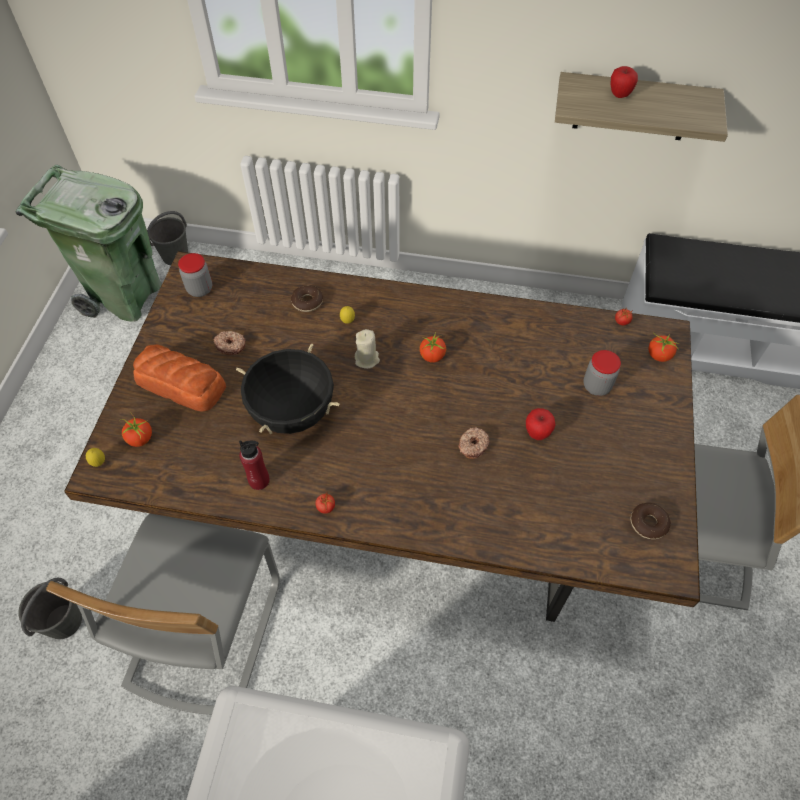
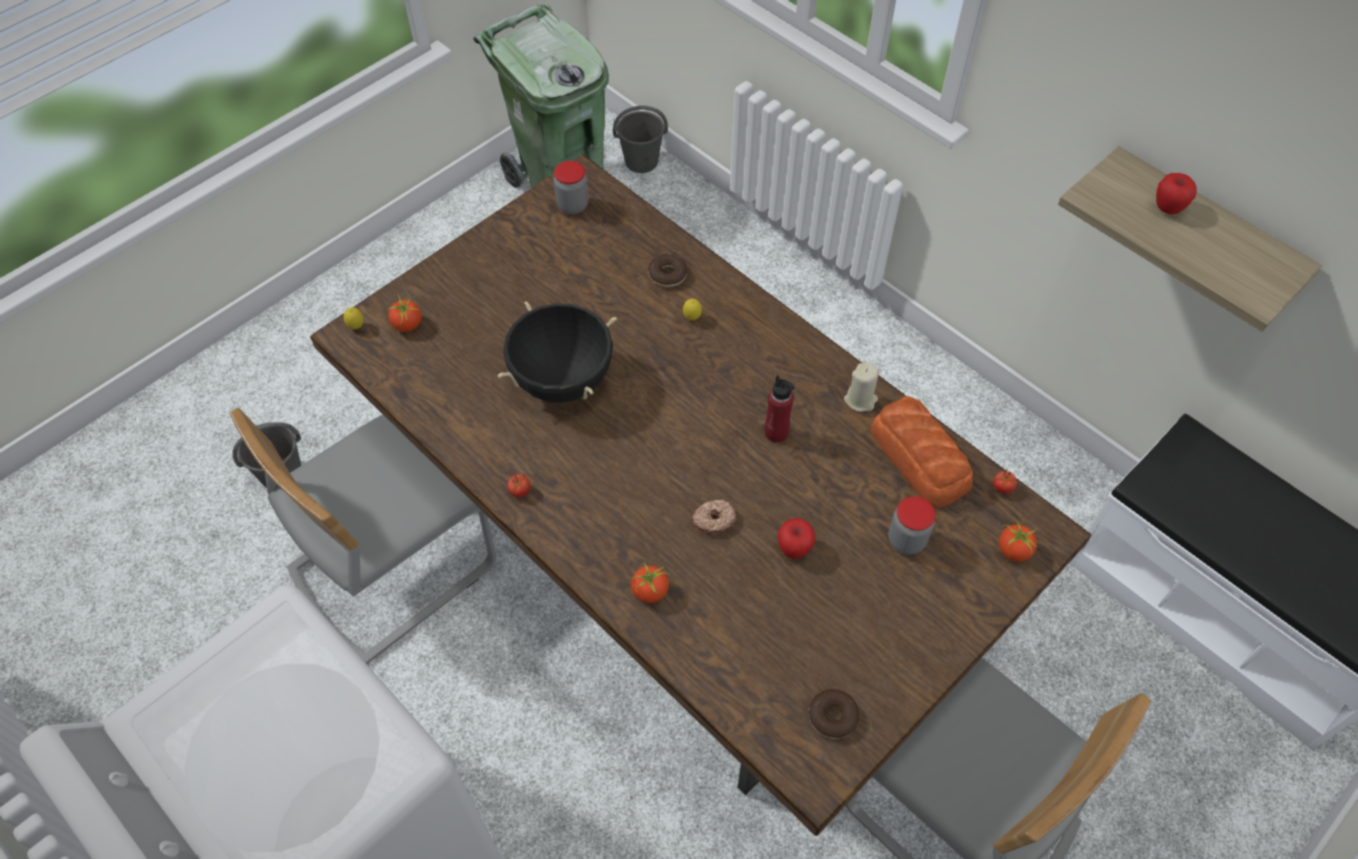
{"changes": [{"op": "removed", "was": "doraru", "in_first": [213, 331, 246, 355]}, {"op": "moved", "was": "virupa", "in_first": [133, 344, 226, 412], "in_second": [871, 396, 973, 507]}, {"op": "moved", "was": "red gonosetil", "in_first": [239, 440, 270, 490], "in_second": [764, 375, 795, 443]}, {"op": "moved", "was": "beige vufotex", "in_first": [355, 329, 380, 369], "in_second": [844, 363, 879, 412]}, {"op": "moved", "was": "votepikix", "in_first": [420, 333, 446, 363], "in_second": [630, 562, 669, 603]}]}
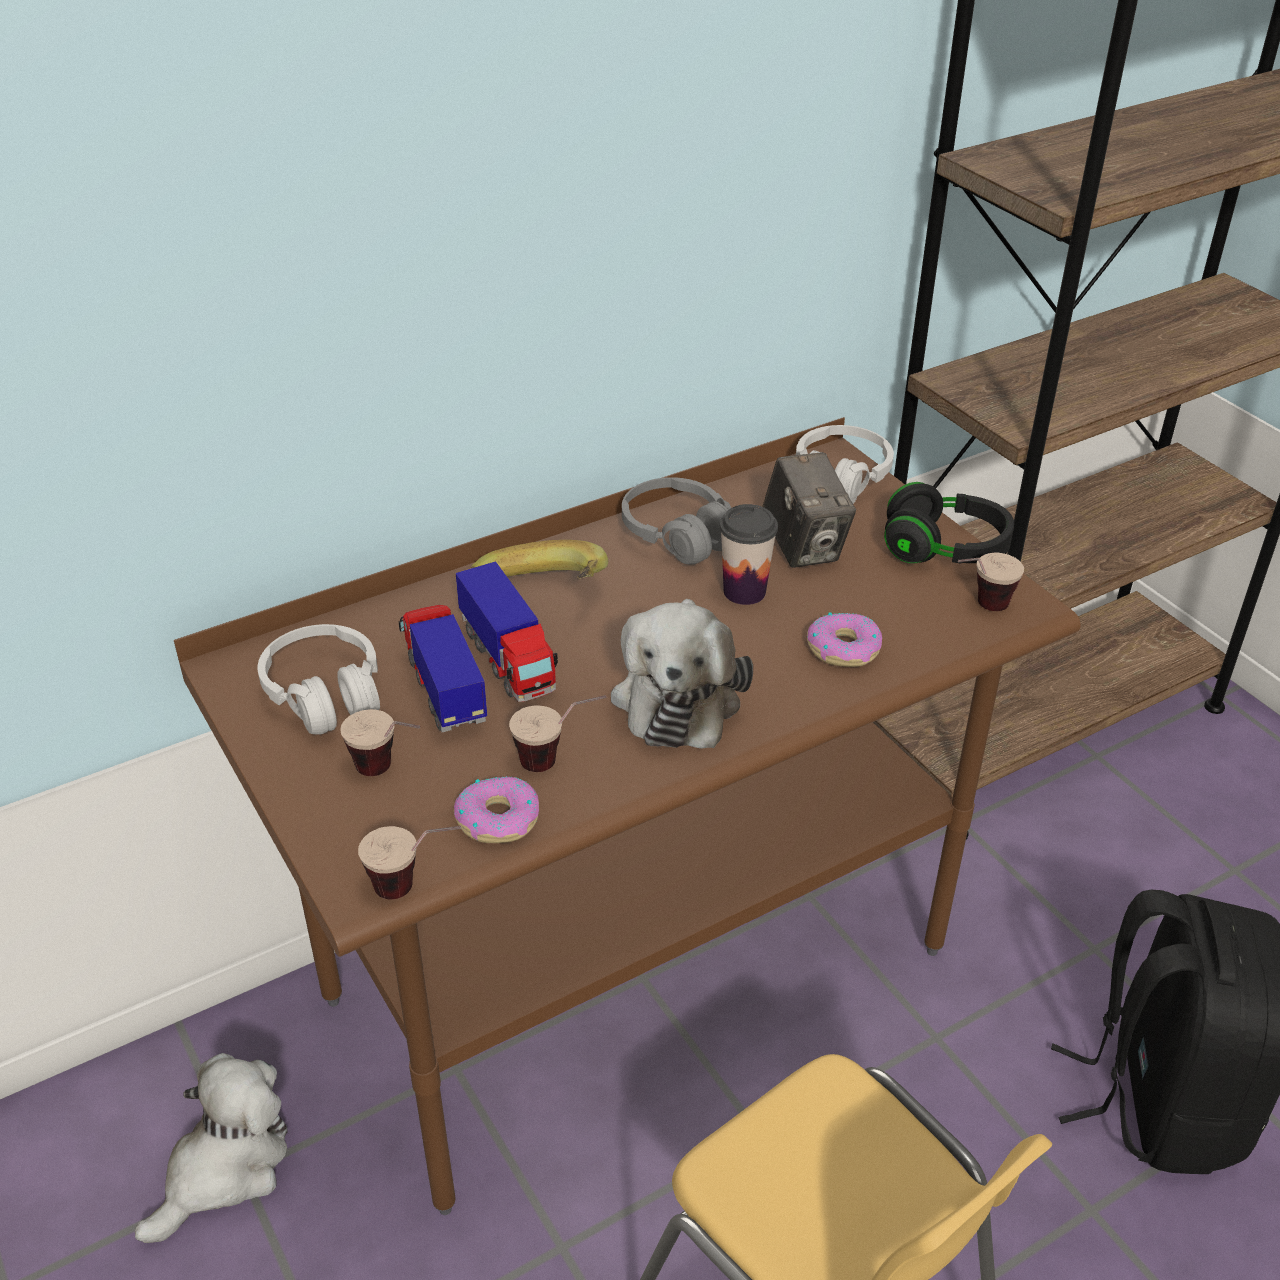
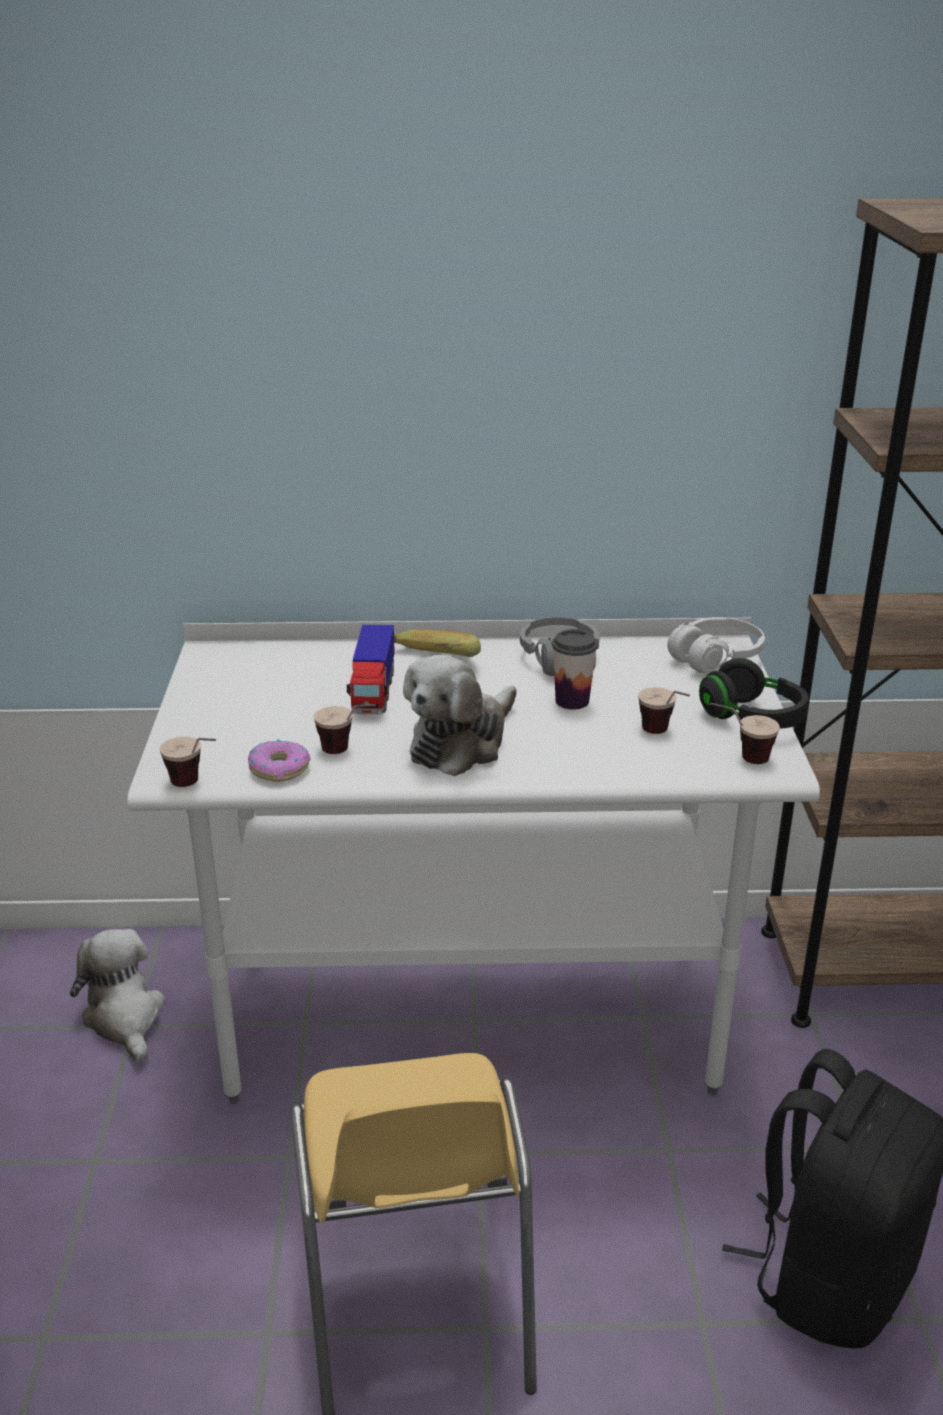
{"changes": [{"op": "removed", "was": "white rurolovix", "in_first": [258, 624, 380, 734]}, {"op": "removed", "was": "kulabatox", "in_first": [399, 605, 487, 732]}, {"op": "removed", "was": "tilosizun", "in_first": [762, 452, 856, 568]}, {"op": "removed", "was": "doraru", "in_first": [807, 612, 882, 667]}, {"op": "moved", "was": "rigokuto", "in_first": [340, 709, 420, 776], "in_second": [638, 687, 690, 734]}, {"op": "recoloured", "was": "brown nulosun", "now": "white nulosun", "in_first": [174, 417, 1081, 1215], "in_second": [128, 618, 820, 1104]}, {"op": "turned", "was": "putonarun", "in_first": [135, 1053, 288, 1243], "in_second": [70, 929, 165, 1063], "clockwise": -90}]}
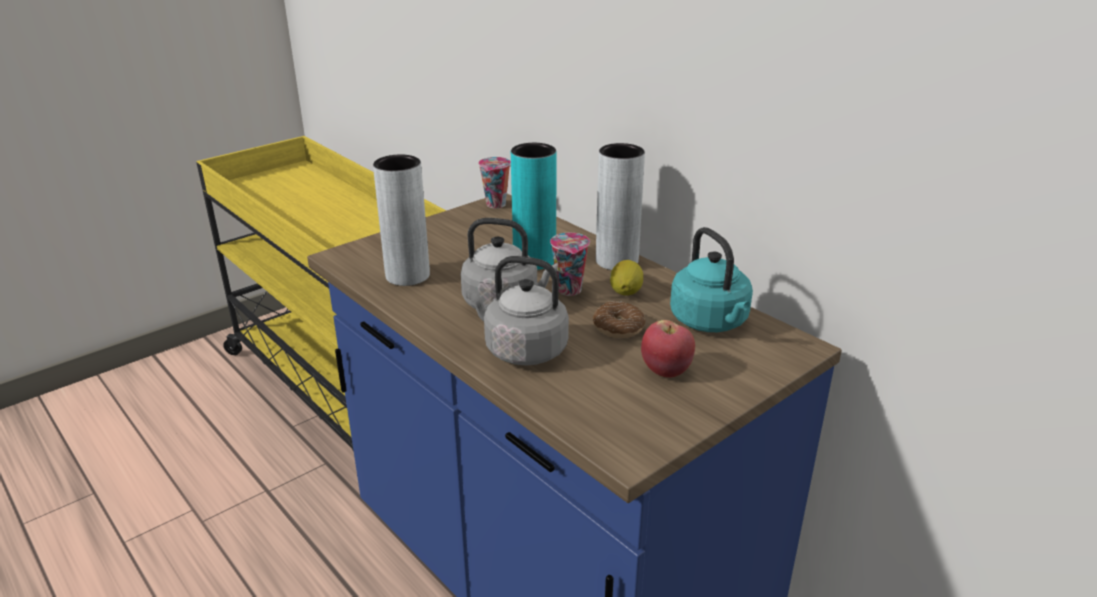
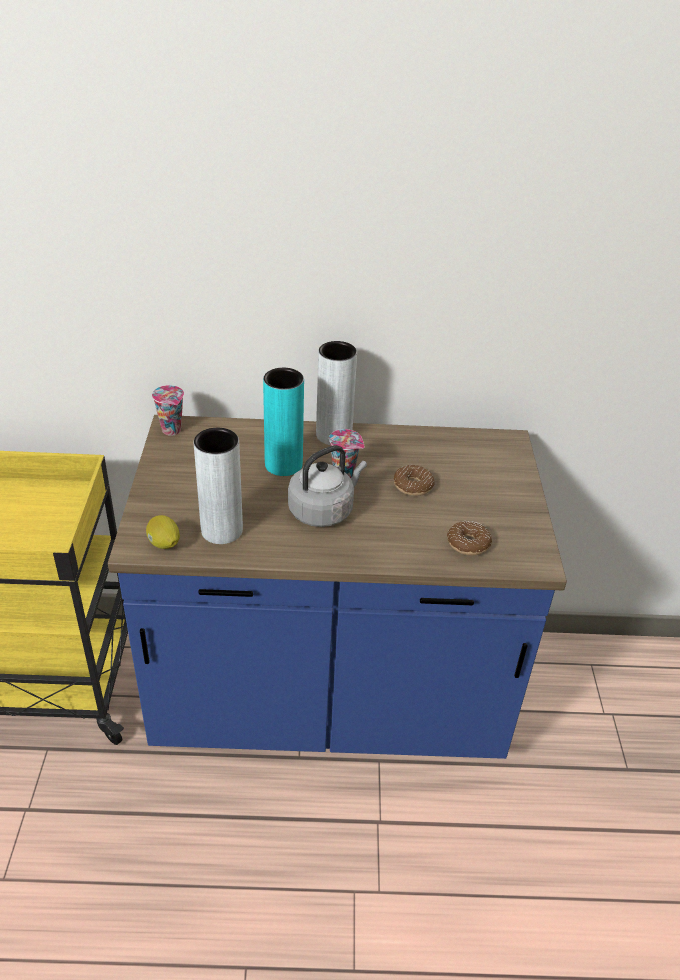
{"changes": [{"op": "removed", "was": "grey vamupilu", "in_first": [466, 256, 569, 366]}, {"op": "removed", "was": "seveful", "in_first": [641, 320, 695, 378]}, {"op": "removed", "was": "turquoise vamupilu", "in_first": [670, 227, 753, 332]}, {"op": "added", "now": "doraru", "in_second": [447, 521, 492, 556]}, {"op": "moved", "was": "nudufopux", "in_first": [610, 260, 643, 296], "in_second": [146, 515, 180, 549]}]}
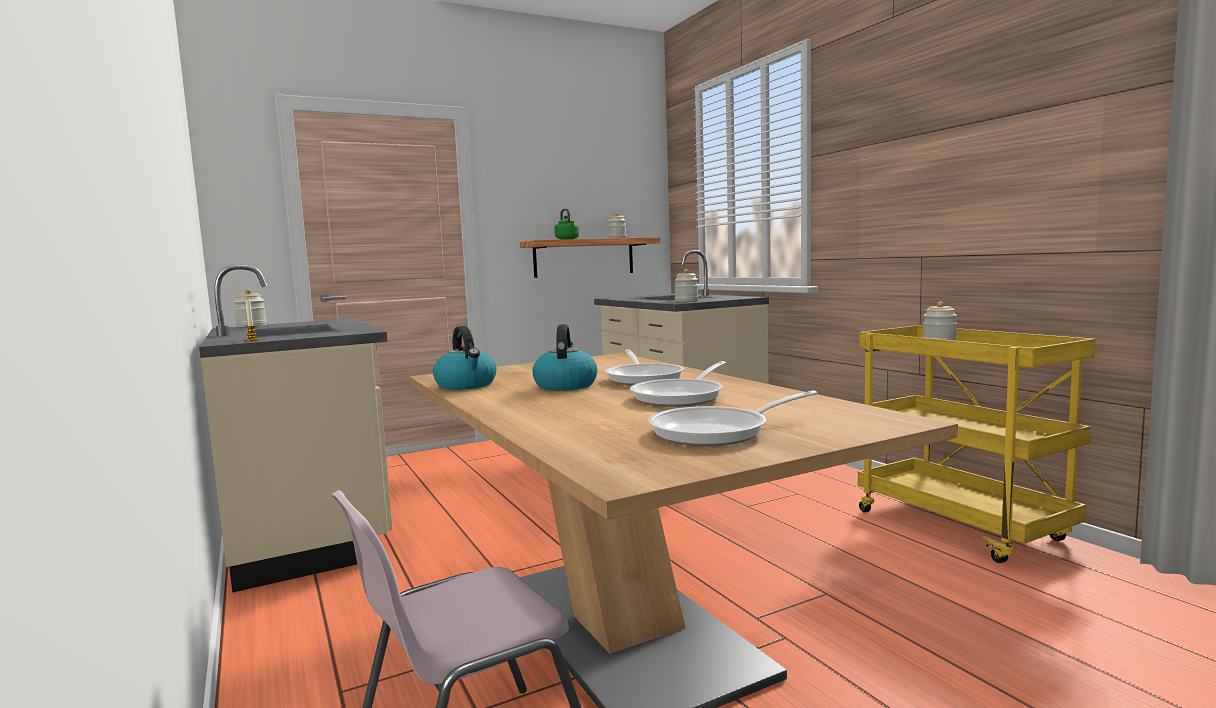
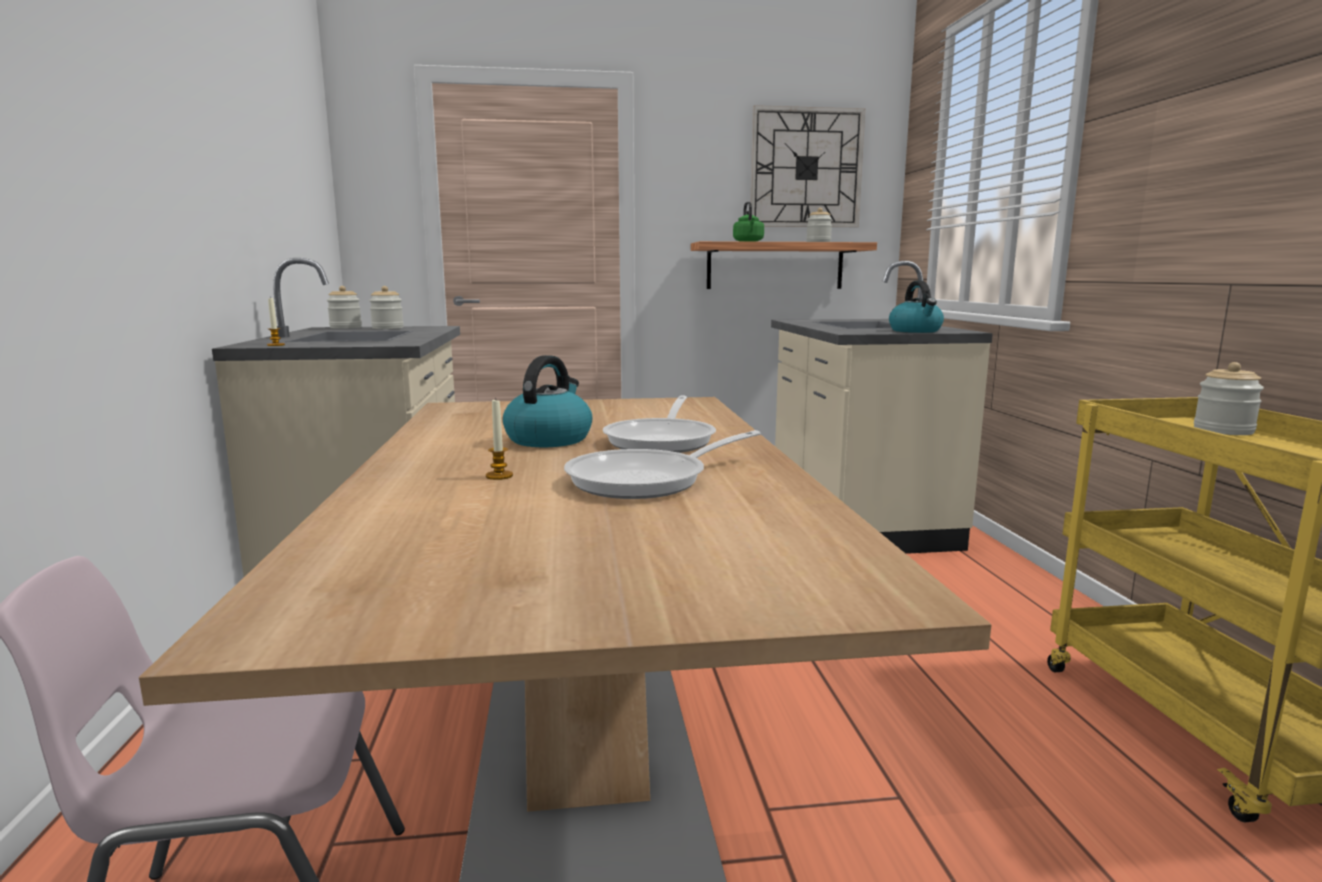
{"changes": [{"op": "removed", "was": "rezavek", "in_first": [648, 390, 818, 446]}, {"op": "added", "now": "vufotex", "in_second": [486, 400, 513, 480]}, {"op": "added", "now": "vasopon", "in_second": [750, 105, 865, 227]}, {"op": "moved", "was": "vamupilu", "in_first": [433, 326, 497, 390], "in_second": [889, 280, 944, 333]}, {"op": "moved", "was": "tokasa", "in_first": [674, 269, 698, 302], "in_second": [369, 286, 404, 329]}]}
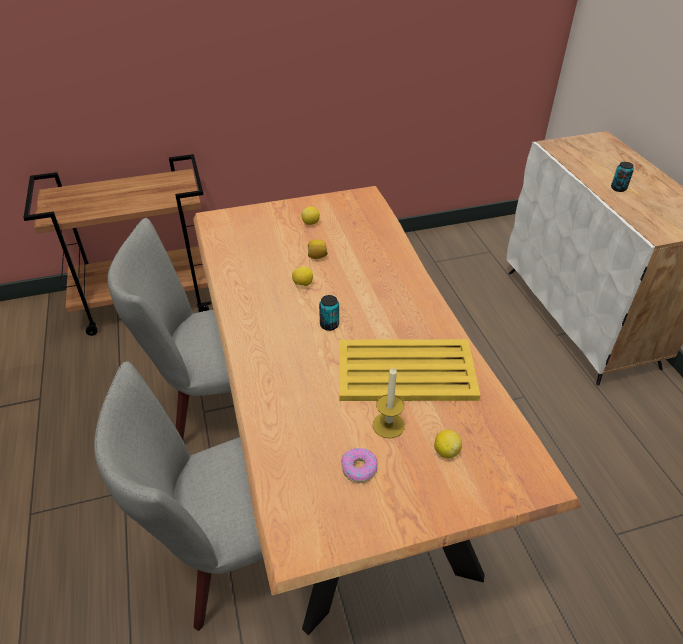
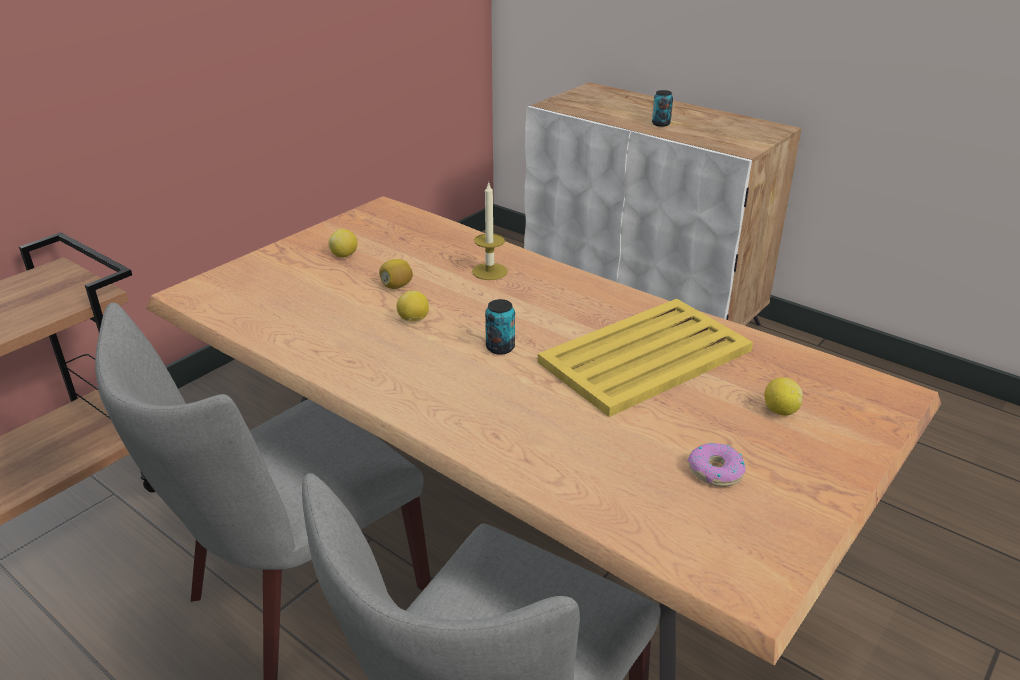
{"changes": [{"op": "moved", "was": "vufotex", "in_first": [373, 365, 405, 438], "in_second": [472, 183, 508, 280]}]}
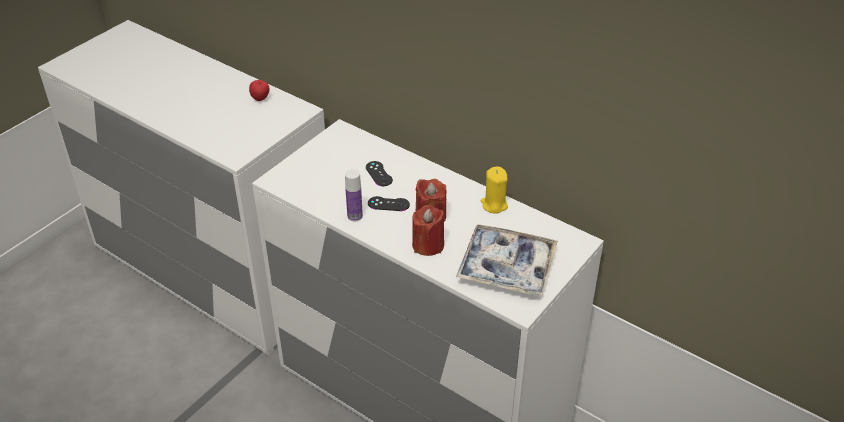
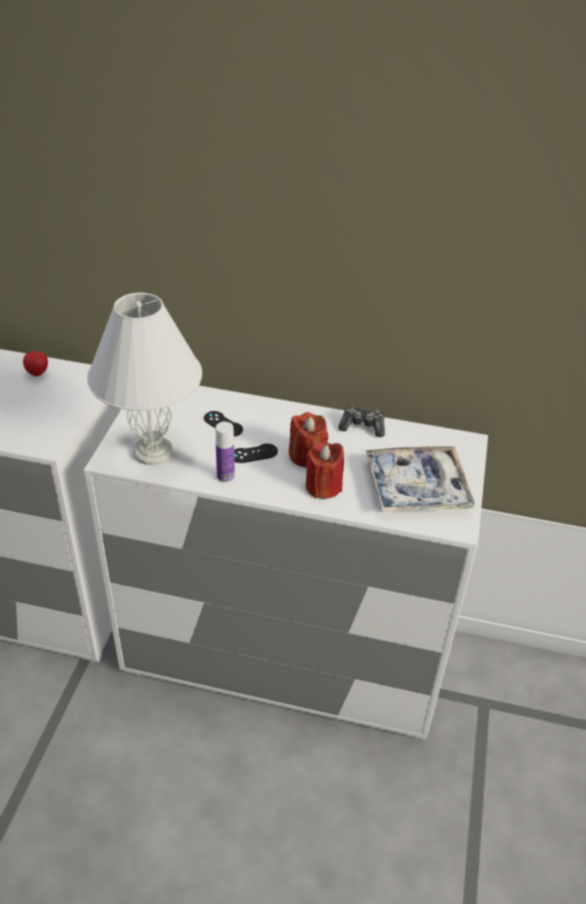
{"changes": [{"op": "added", "now": "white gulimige", "in_second": [87, 293, 202, 465]}, {"op": "replaced", "was": "yellow vufotex", "now": "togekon", "in_first": [481, 167, 508, 214], "in_second": [338, 406, 385, 437]}]}
